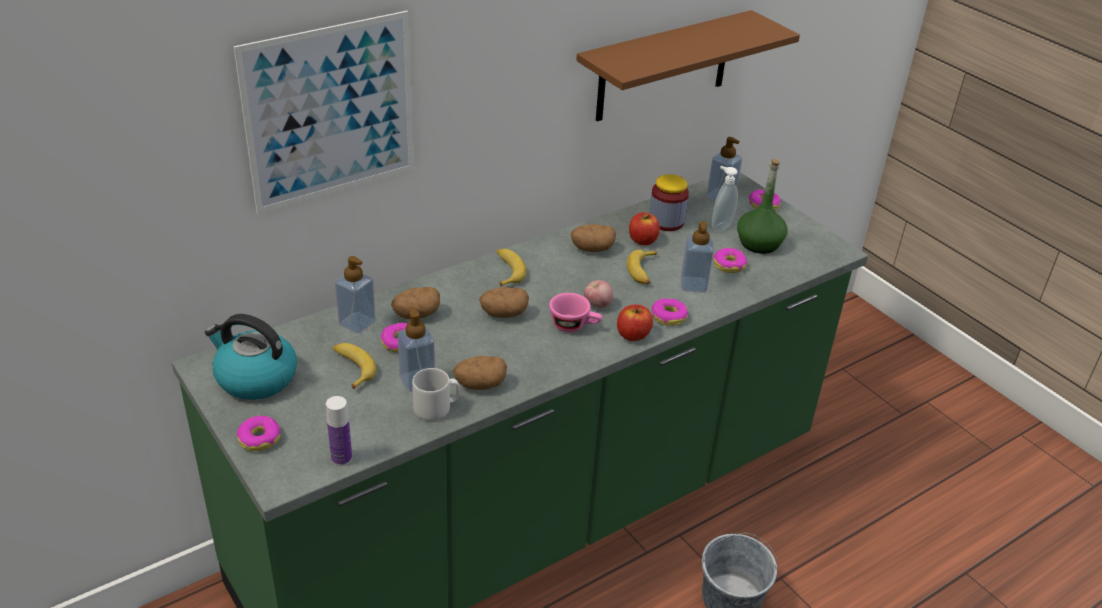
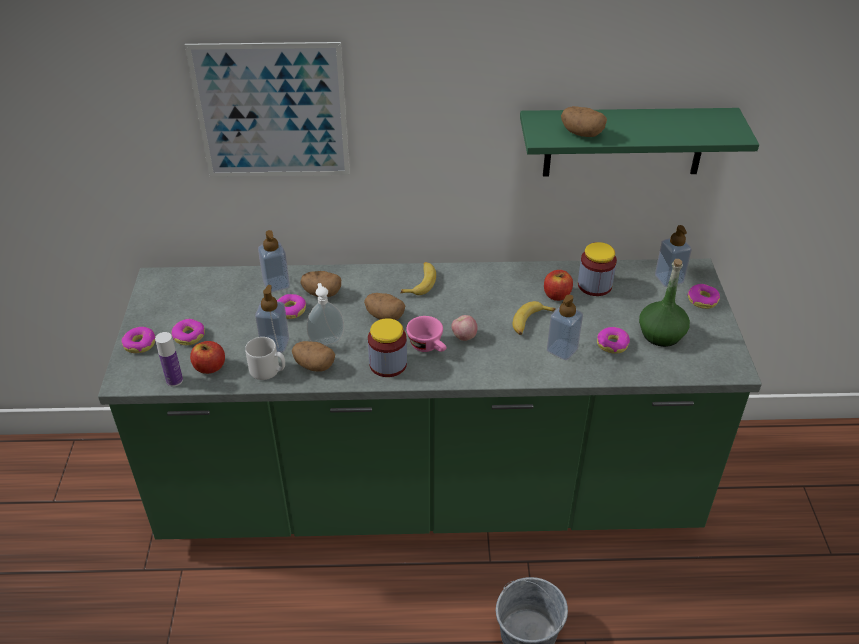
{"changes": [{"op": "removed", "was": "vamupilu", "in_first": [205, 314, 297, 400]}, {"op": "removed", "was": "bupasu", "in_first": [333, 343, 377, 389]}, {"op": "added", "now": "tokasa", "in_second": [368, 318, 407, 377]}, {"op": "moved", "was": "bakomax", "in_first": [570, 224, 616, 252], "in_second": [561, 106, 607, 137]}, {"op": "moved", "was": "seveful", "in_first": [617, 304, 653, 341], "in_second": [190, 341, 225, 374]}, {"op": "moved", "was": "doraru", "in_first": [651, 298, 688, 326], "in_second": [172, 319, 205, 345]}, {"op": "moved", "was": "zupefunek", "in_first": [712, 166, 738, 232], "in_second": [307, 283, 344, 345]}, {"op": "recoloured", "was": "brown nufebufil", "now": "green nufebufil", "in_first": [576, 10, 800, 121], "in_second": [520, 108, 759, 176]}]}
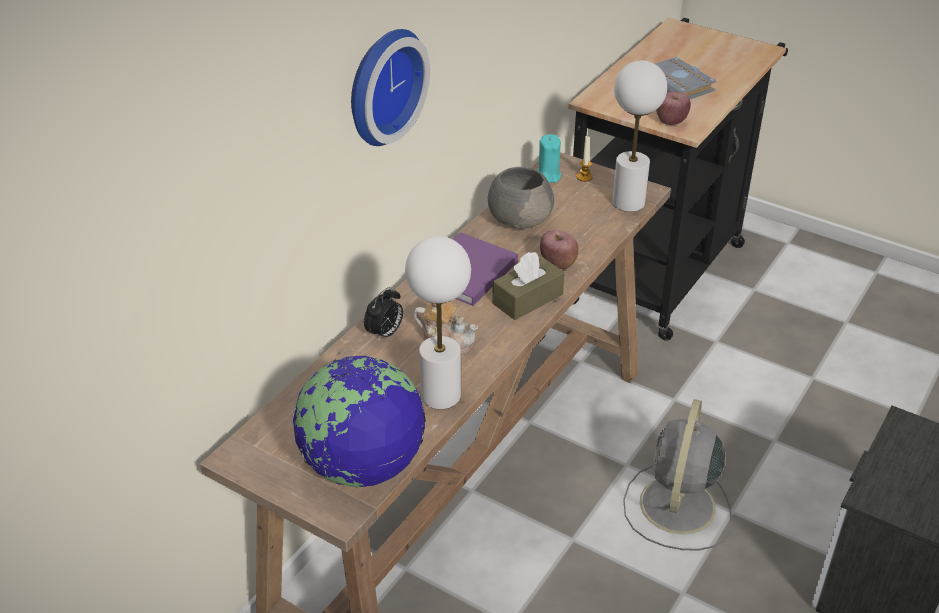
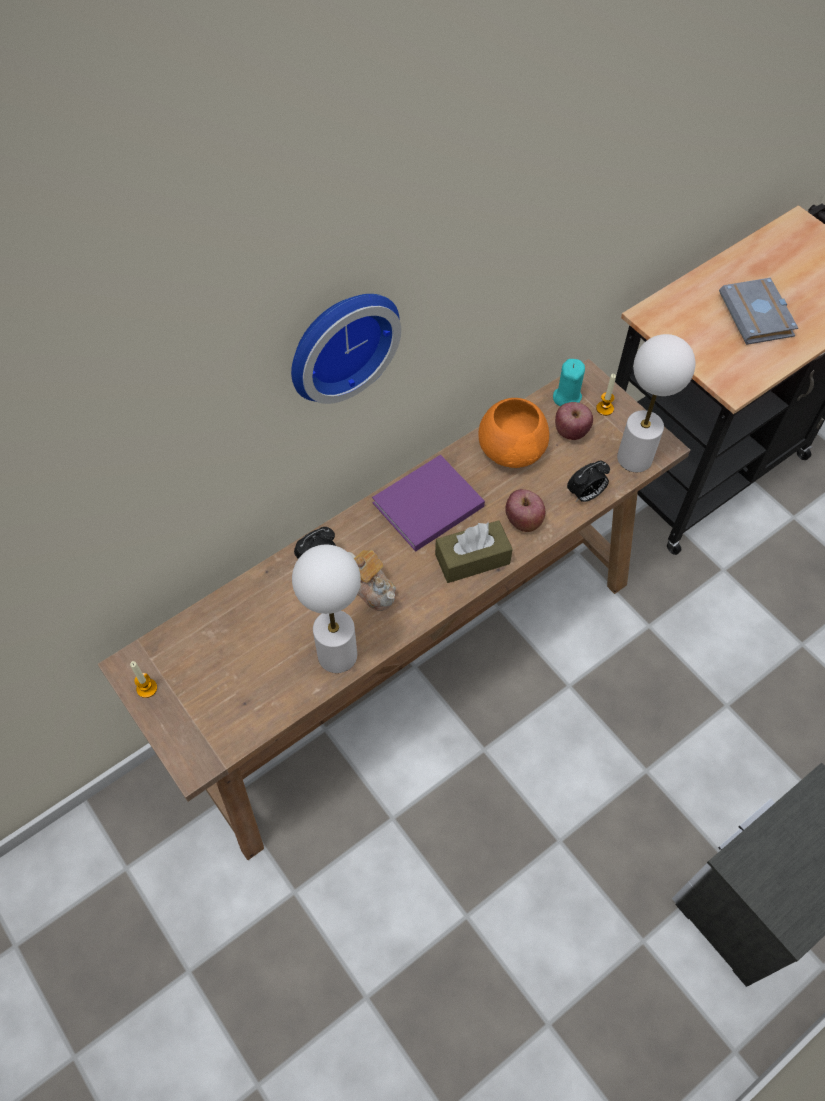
{"changes": [{"op": "removed", "was": "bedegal", "in_first": [293, 356, 426, 488]}, {"op": "removed", "was": "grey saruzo", "in_first": [623, 399, 732, 551]}, {"op": "added", "now": "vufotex", "in_second": [130, 661, 157, 698]}, {"op": "added", "now": "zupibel", "in_second": [567, 461, 610, 502]}, {"op": "moved", "was": "seveful", "in_first": [656, 92, 691, 125], "in_second": [555, 402, 593, 440]}, {"op": "recoloured", "was": "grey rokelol", "now": "orange rokelol", "in_first": [488, 167, 554, 228], "in_second": [478, 398, 549, 468]}]}
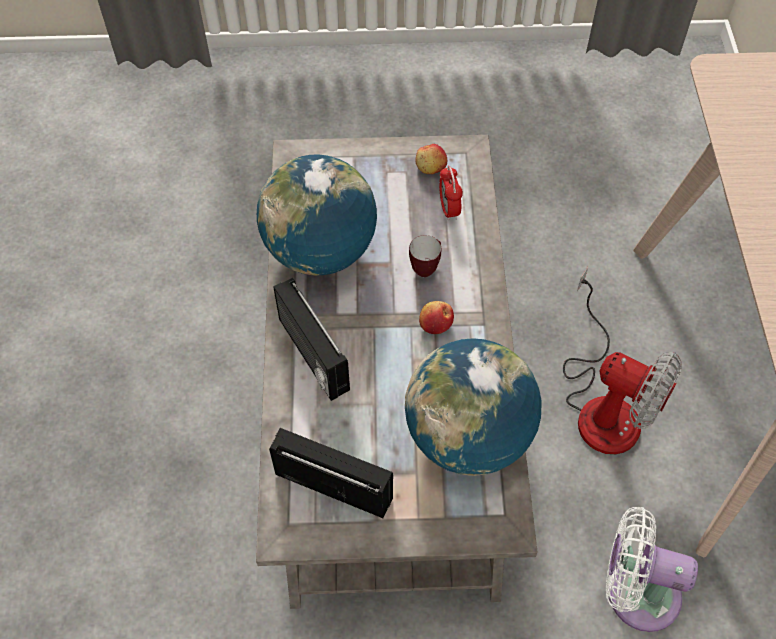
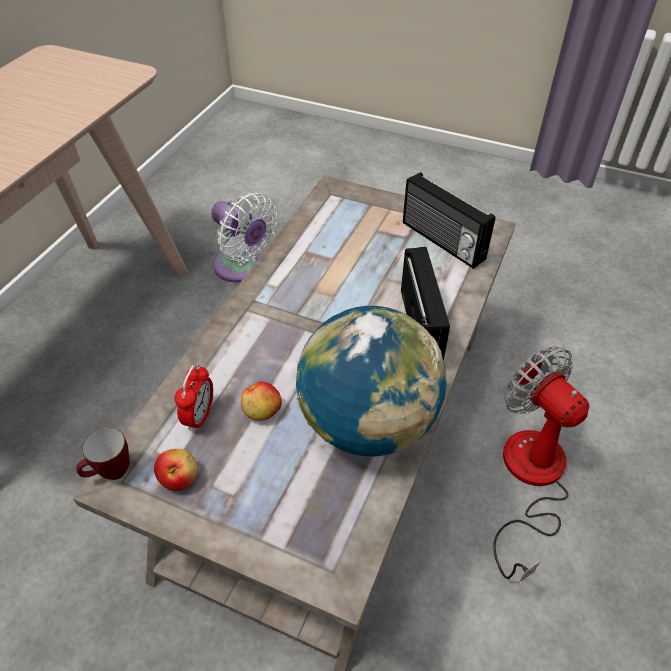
{"changes": [{"op": "removed", "was": "bedegal", "in_first": [405, 338, 542, 476]}, {"op": "moved", "was": "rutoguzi", "in_first": [409, 235, 441, 277], "in_second": [76, 427, 130, 480]}, {"op": "moved", "was": "seveful", "in_first": [419, 301, 454, 334], "in_second": [241, 382, 282, 421]}, {"op": "moved", "was": "saruzo", "in_first": [563, 267, 682, 454], "in_second": [493, 347, 589, 584]}]}
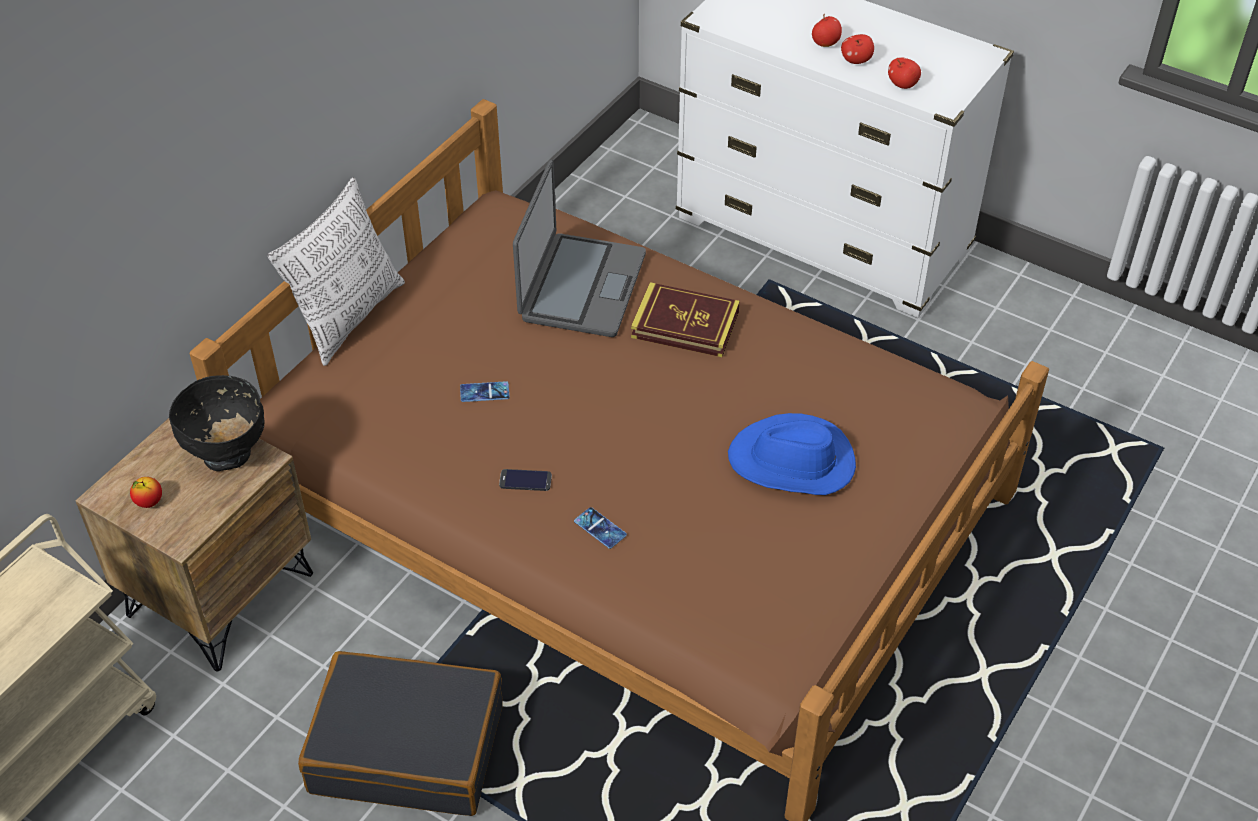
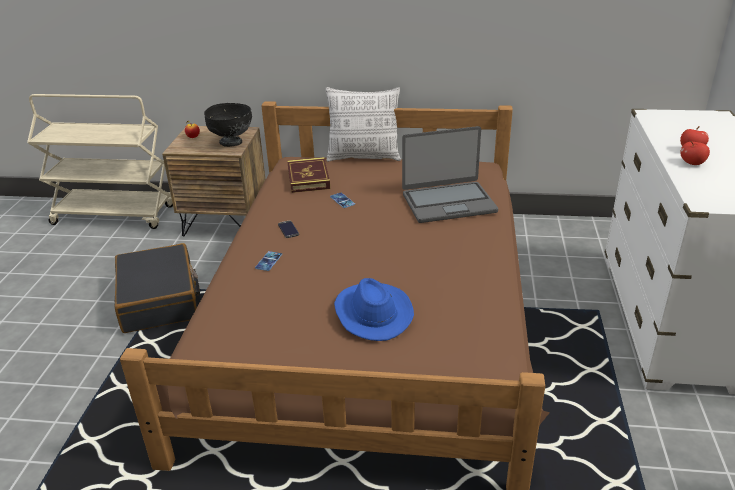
{"changes": [{"op": "removed", "was": "seveful", "in_first": [888, 57, 921, 89]}, {"op": "moved", "was": "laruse", "in_first": [631, 282, 740, 357], "in_second": [287, 157, 330, 193]}]}
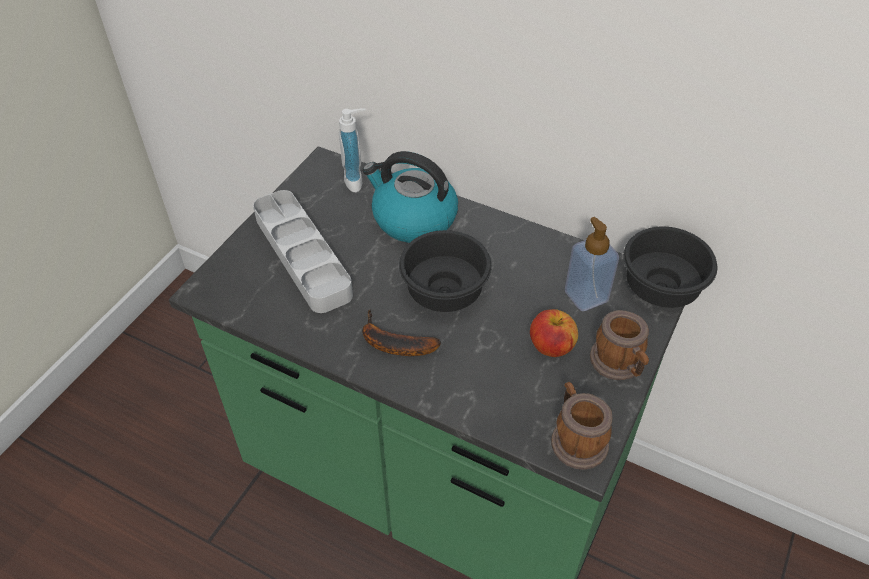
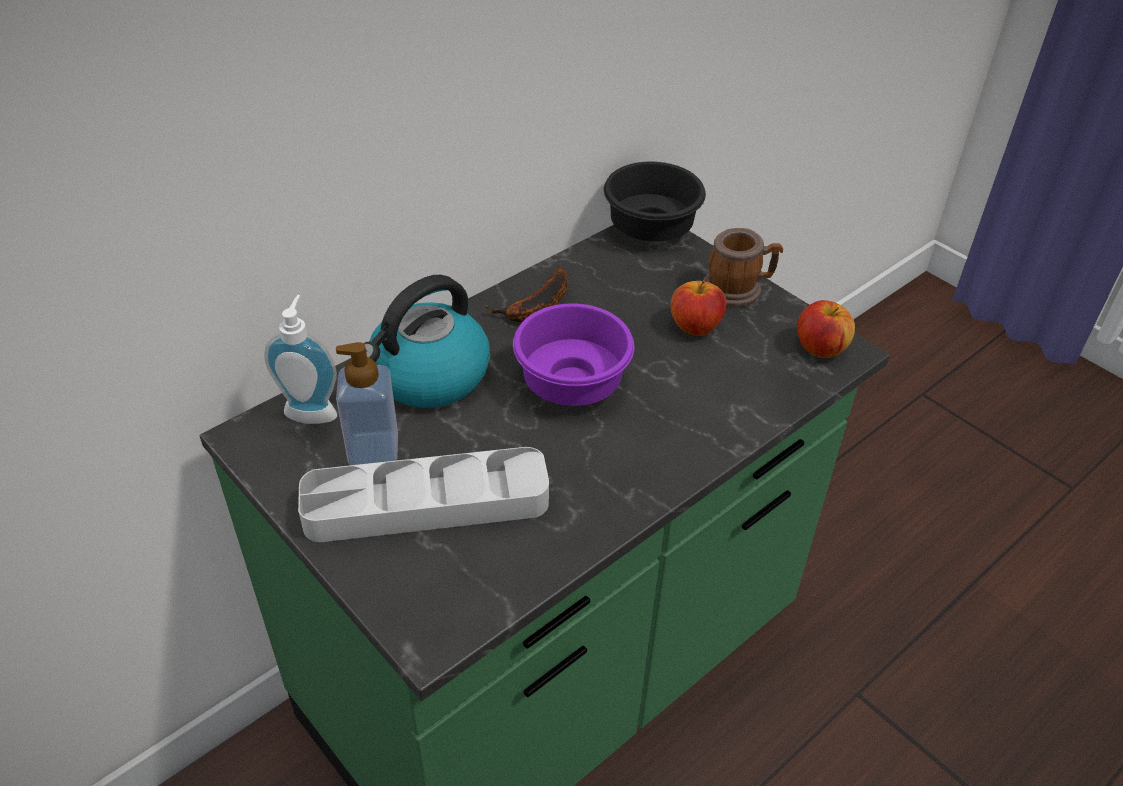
{"changes": [{"op": "moved", "was": "bupasu", "in_first": [362, 310, 441, 356], "in_second": [485, 267, 568, 322]}, {"op": "moved", "was": "zupefunek", "in_first": [565, 217, 619, 311], "in_second": [336, 342, 398, 465]}, {"op": "replaced", "was": "rutoguzi", "now": "seveful", "in_first": [551, 382, 612, 470], "in_second": [797, 300, 855, 358]}, {"op": "recoloured", "was": "black rokelol", "now": "purple rokelol", "in_first": [399, 230, 492, 312], "in_second": [513, 303, 635, 406]}]}
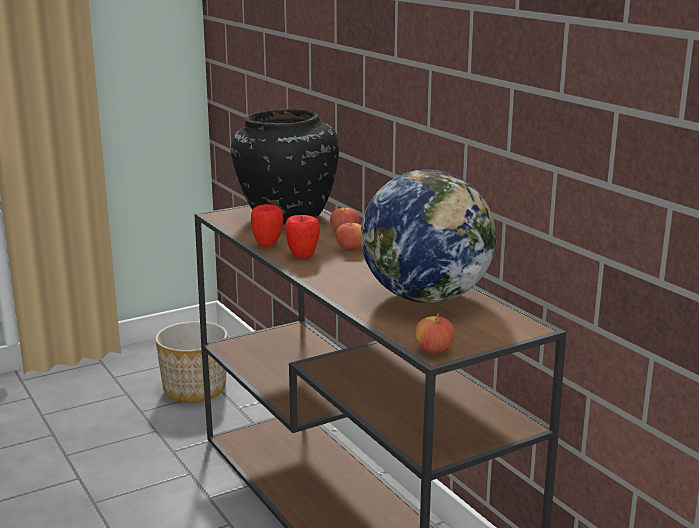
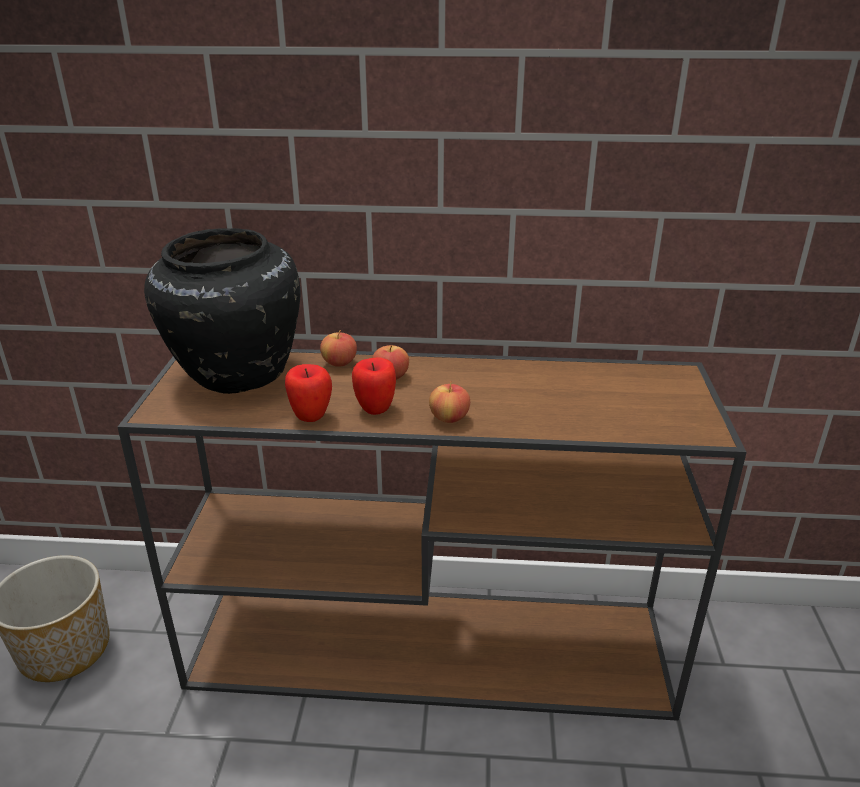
{"changes": [{"op": "removed", "was": "bedegal", "in_first": [361, 169, 496, 303]}, {"op": "moved", "was": "seveful", "in_first": [415, 313, 455, 354], "in_second": [429, 381, 470, 423]}]}
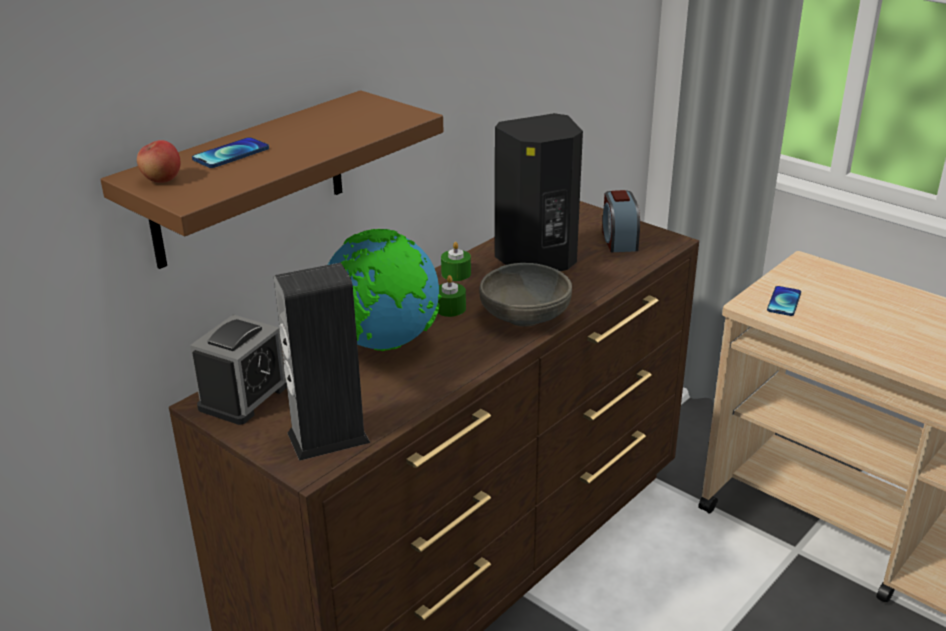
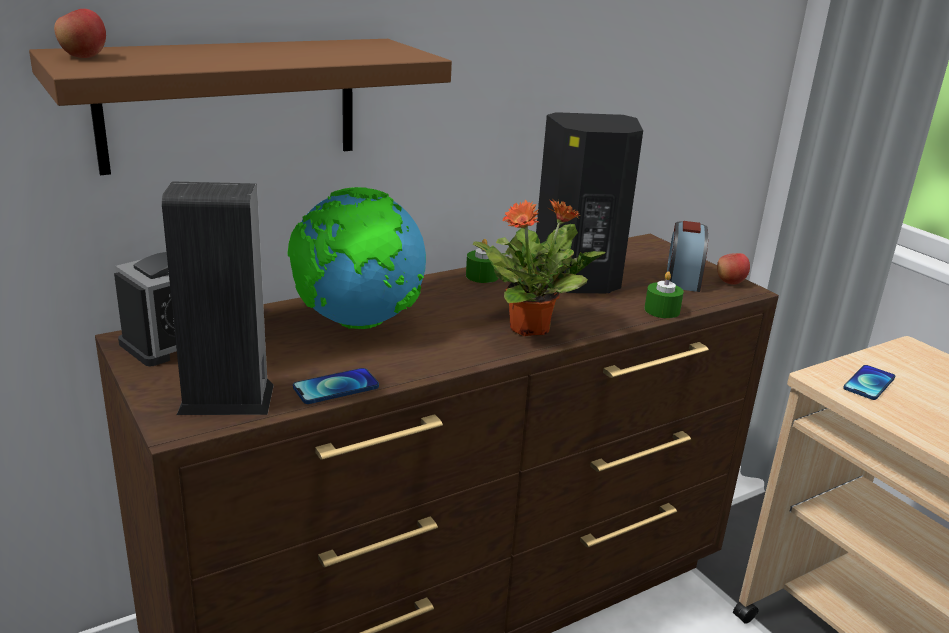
{"changes": [{"op": "added", "now": "seveful", "in_second": [717, 253, 750, 285]}, {"op": "moved", "was": "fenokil", "in_first": [192, 137, 269, 168], "in_second": [293, 368, 379, 404]}, {"op": "moved", "was": "green vufotex", "in_first": [438, 275, 466, 317], "in_second": [644, 271, 684, 318]}, {"op": "replaced", "was": "grey rokelol", "now": "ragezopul", "in_first": [479, 263, 572, 327], "in_second": [473, 199, 605, 336]}]}
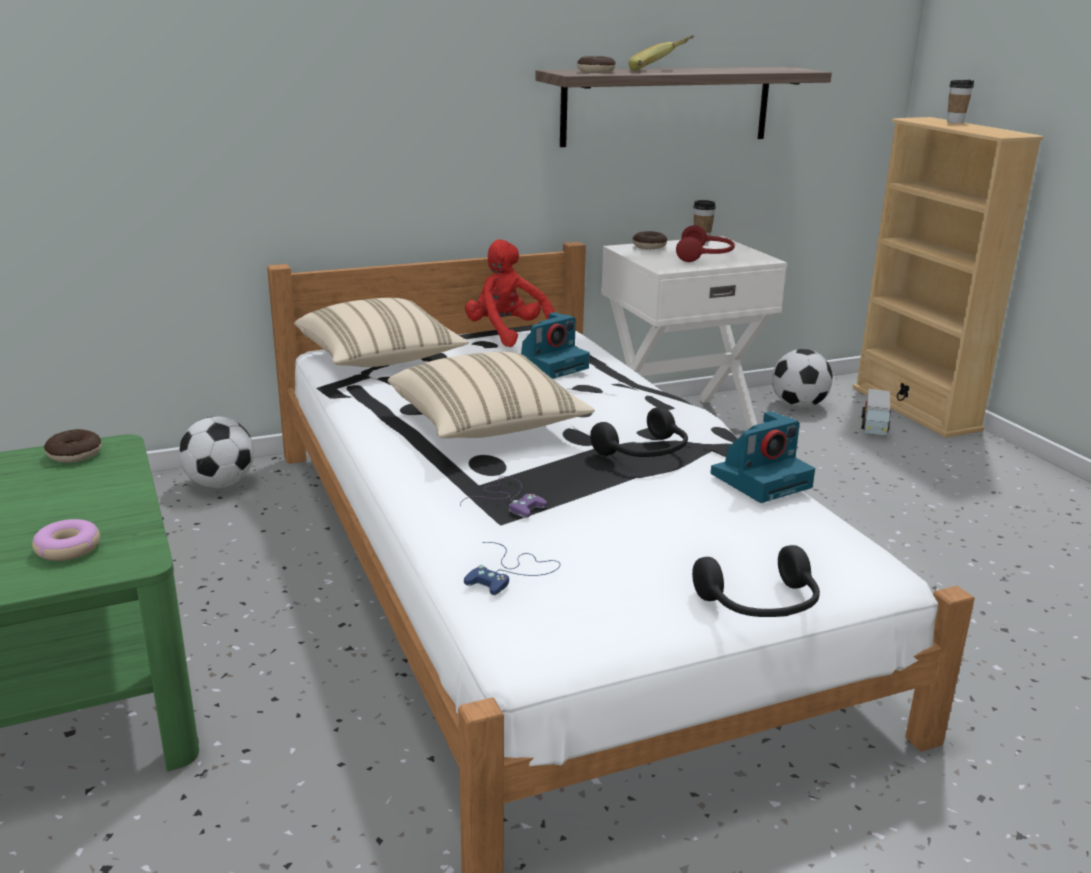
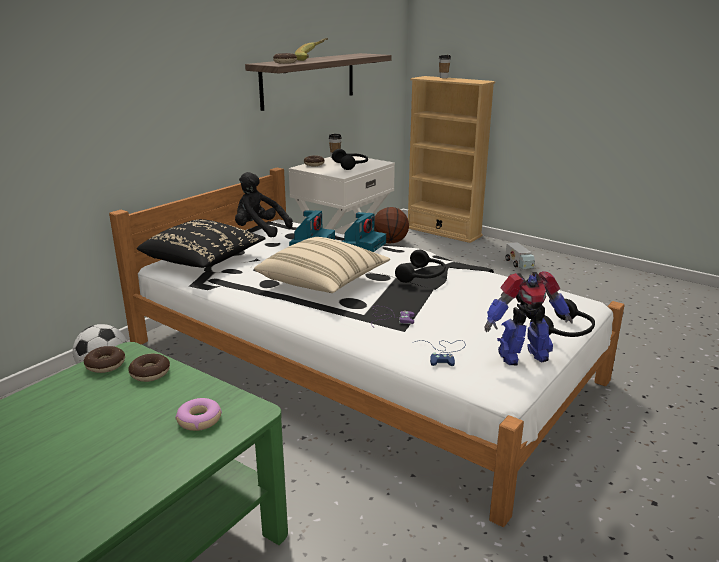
{"changes": [{"op": "added", "now": "doraru", "in_second": [128, 354, 170, 382]}, {"op": "added", "now": "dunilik", "in_second": [484, 271, 573, 365]}, {"op": "moved", "was": "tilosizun", "in_first": [711, 411, 815, 503], "in_second": [341, 212, 386, 252]}, {"op": "moved", "was": "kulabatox", "in_first": [861, 389, 891, 436], "in_second": [505, 242, 535, 269]}, {"op": "replaced", "was": "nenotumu", "now": "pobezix", "in_first": [772, 349, 833, 408], "in_second": [374, 207, 409, 244]}, {"op": "recoloured", "was": "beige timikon", "now": "black timikon", "in_first": [294, 298, 468, 367], "in_second": [137, 219, 266, 268]}, {"op": "recoloured", "was": "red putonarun", "now": "black putonarun", "in_first": [465, 239, 555, 347], "in_second": [235, 172, 293, 237]}, {"op": "recoloured", "was": "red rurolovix", "now": "black rurolovix", "in_first": [676, 225, 735, 262], "in_second": [332, 149, 368, 170]}]}
